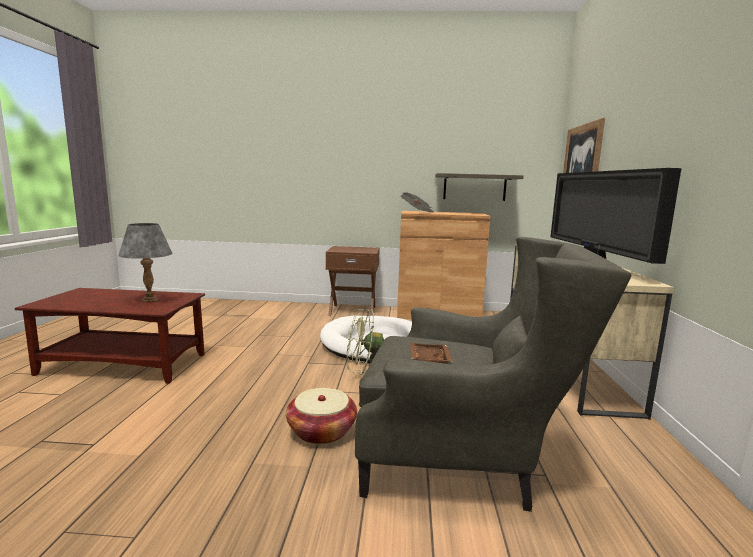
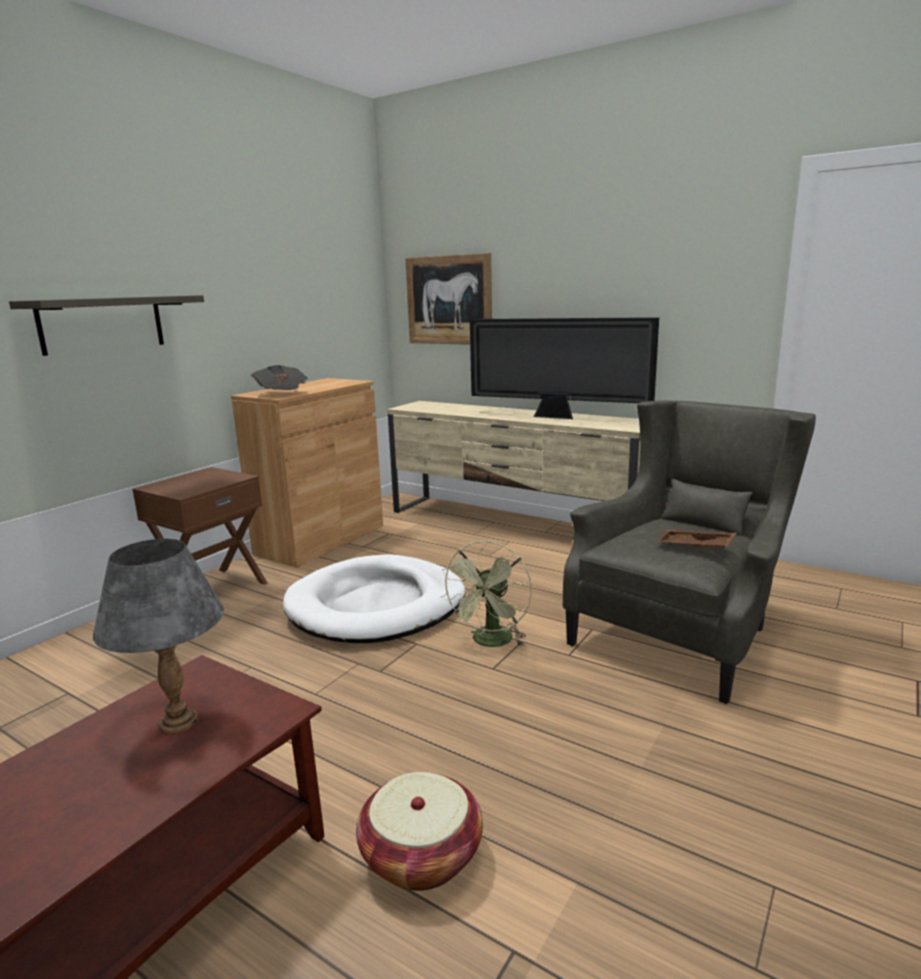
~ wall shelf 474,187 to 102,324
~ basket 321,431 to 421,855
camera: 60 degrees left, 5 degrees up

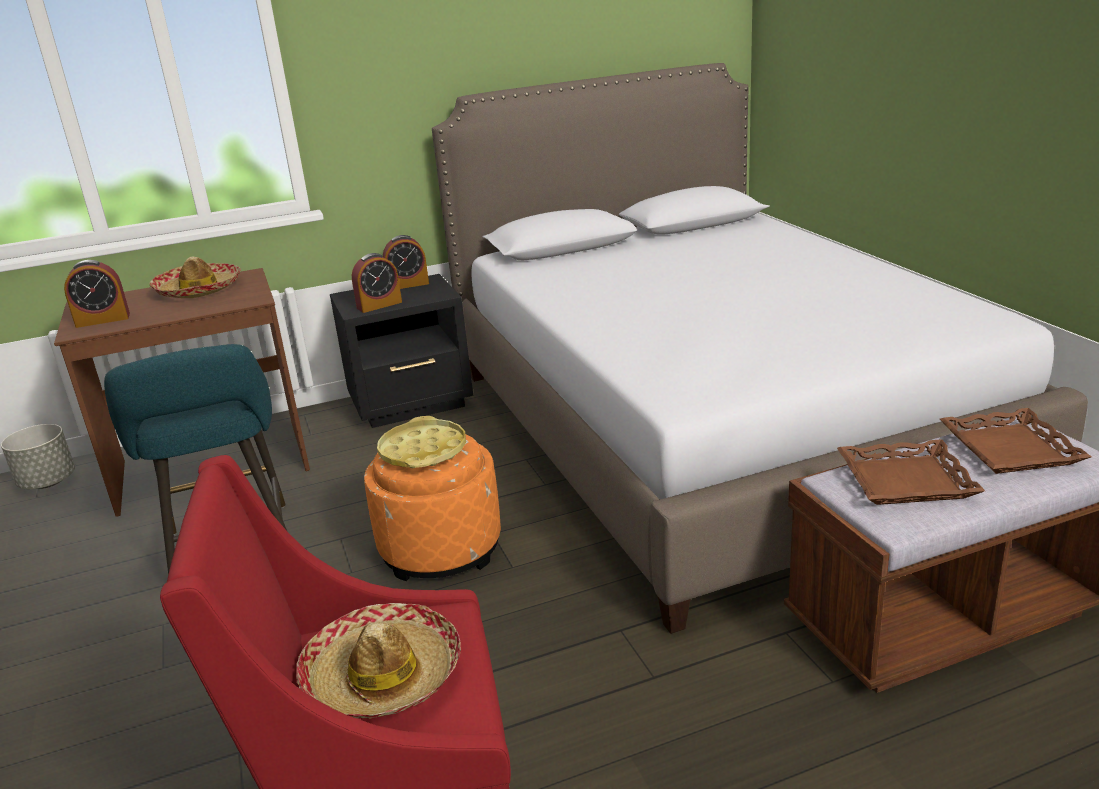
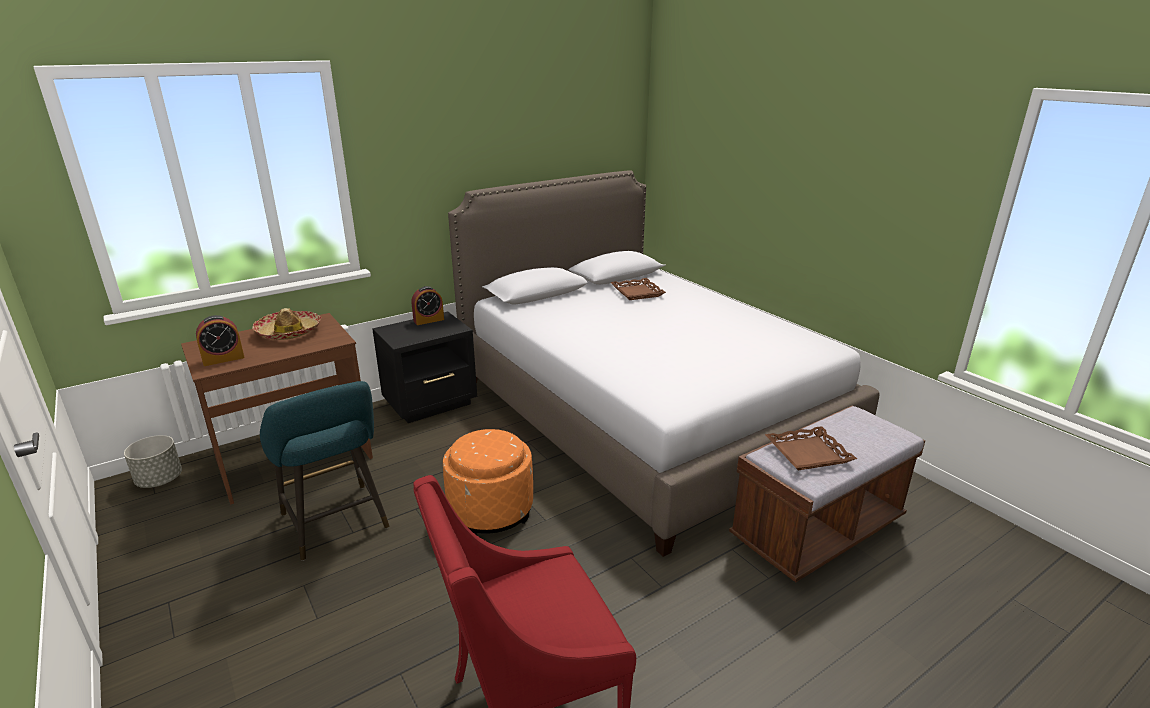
- alarm clock 379,305
~ serving tray/brownish 1008,449 to 637,292
- serving tray/yellow 423,451
- hat 382,676
camera: 15 degrees left, 0 degrees up

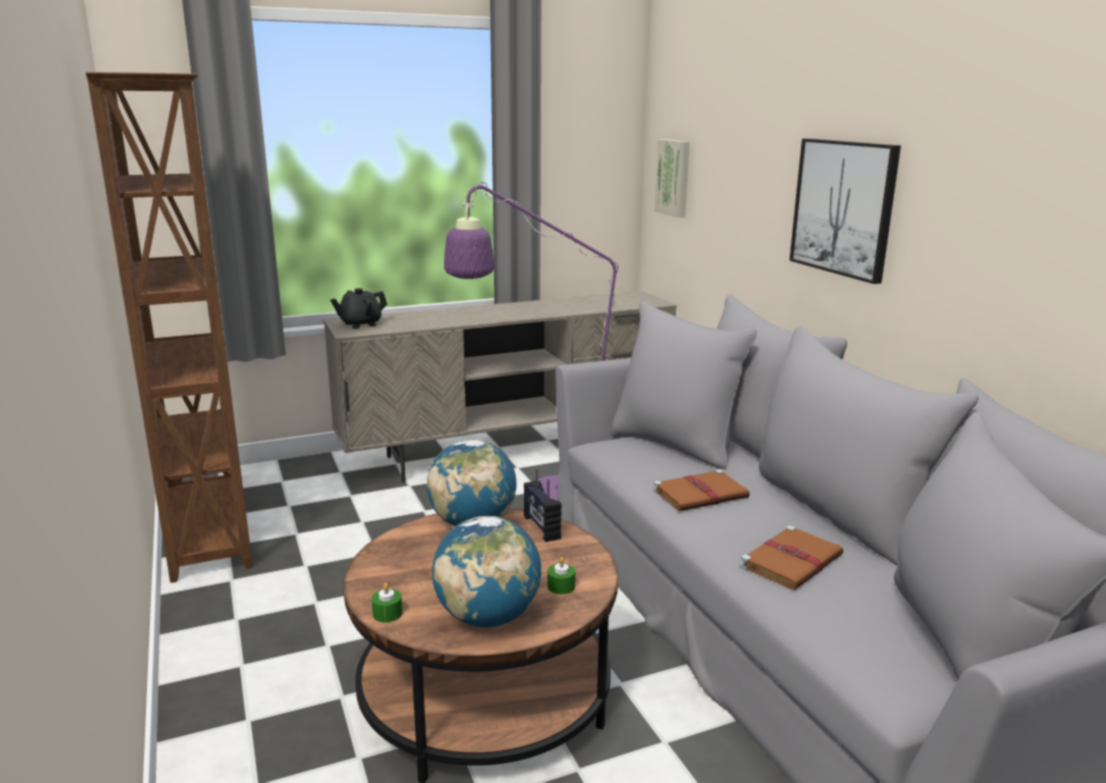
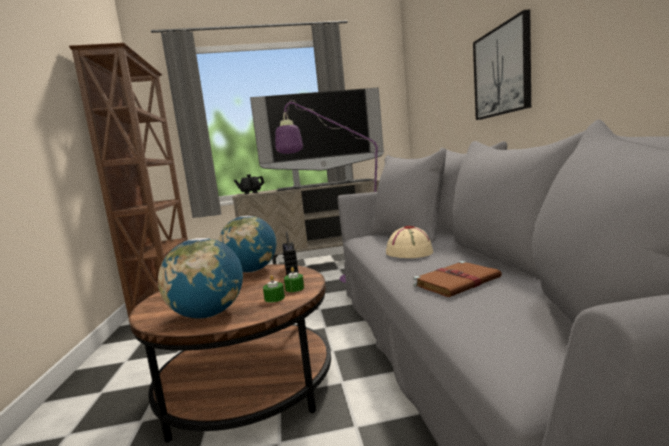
- wall art 674,177
~ book/brownish 701,494 to hat/sand-coloured 409,252
~ wax light/green-coloured 387,613 to 294,288
+ TV set 324,185
camera: 15 degrees right, 10 degrees down

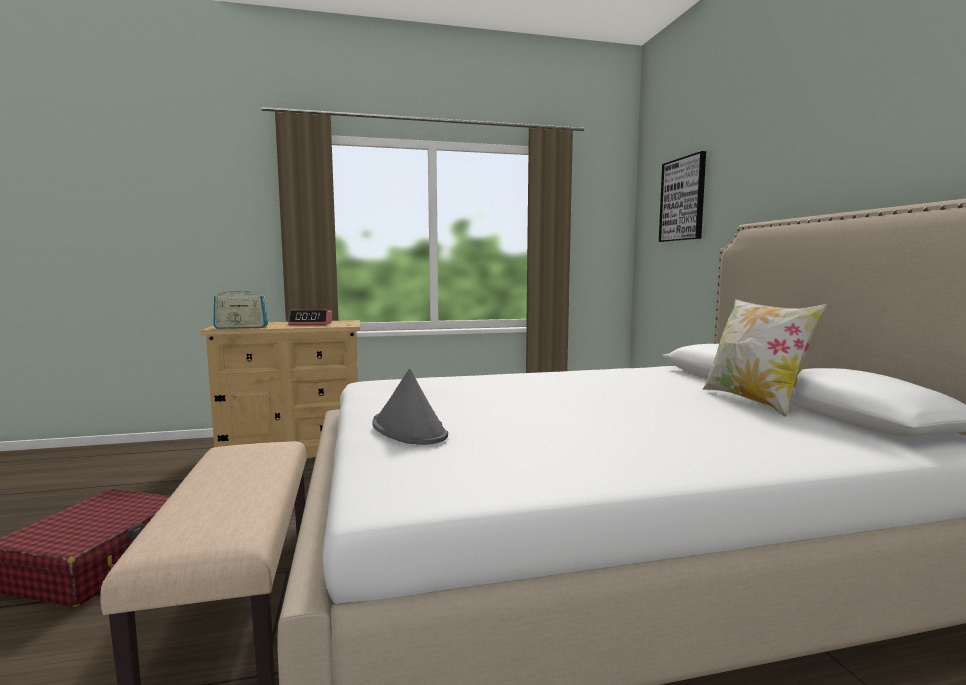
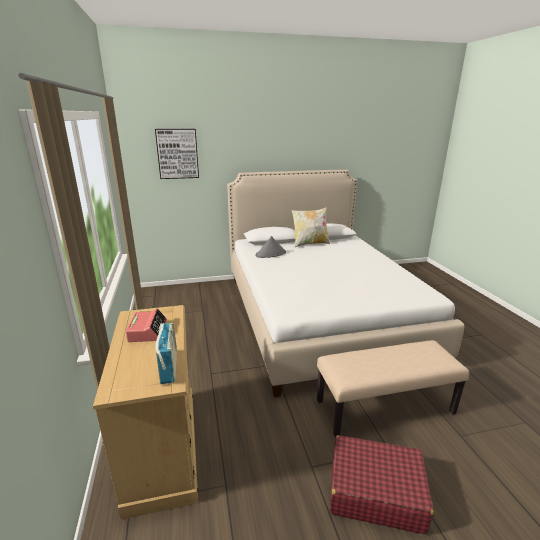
~ hat/grey 409,429 to 271,254
camera: 90 degrees left, 15 degrees up

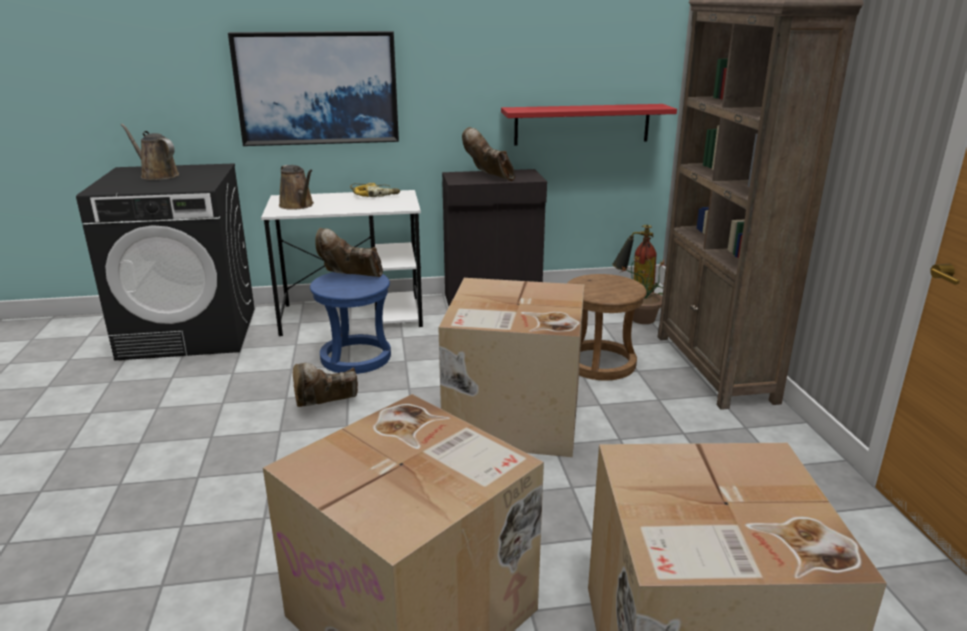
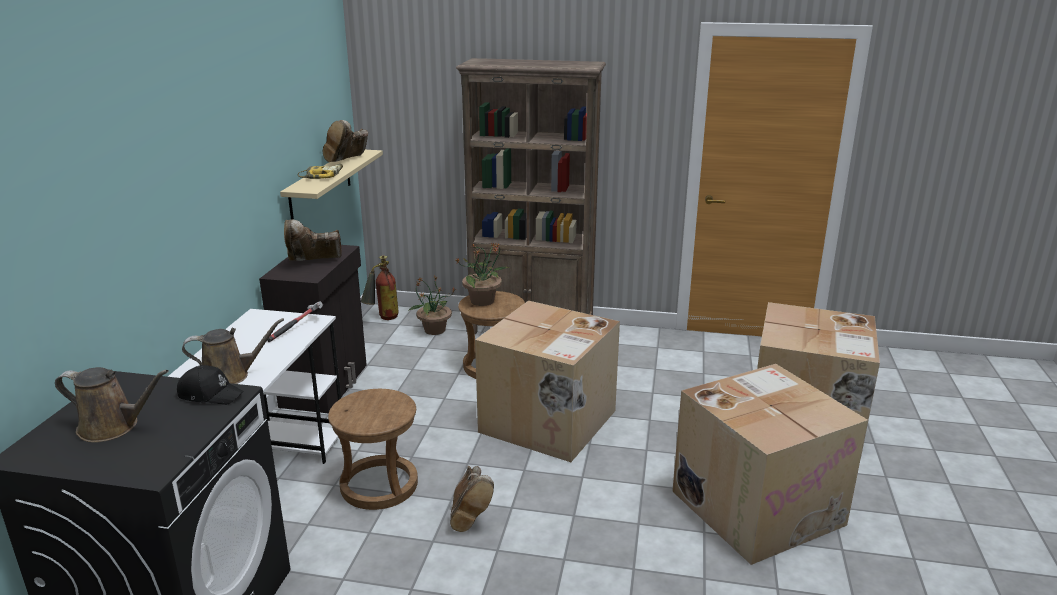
- wall art 317,88
~ wall shelf/red 582,124 to wall shelf/sand-coloured 320,186
~ sprinkling can/brownish 157,175 = 113,427 135 degrees counterclockwise
~ power drill 375,195 to 322,176
~ high-top boot/brownish 350,278 to 347,161
~ sitting stool/blue 356,357 to sitting stool/brownish 379,485
+ plant in a pot 483,301
+ tool hammer 298,328
+ cap/black-coloured 210,394
camera: 70 degrees left, 0 degrees up

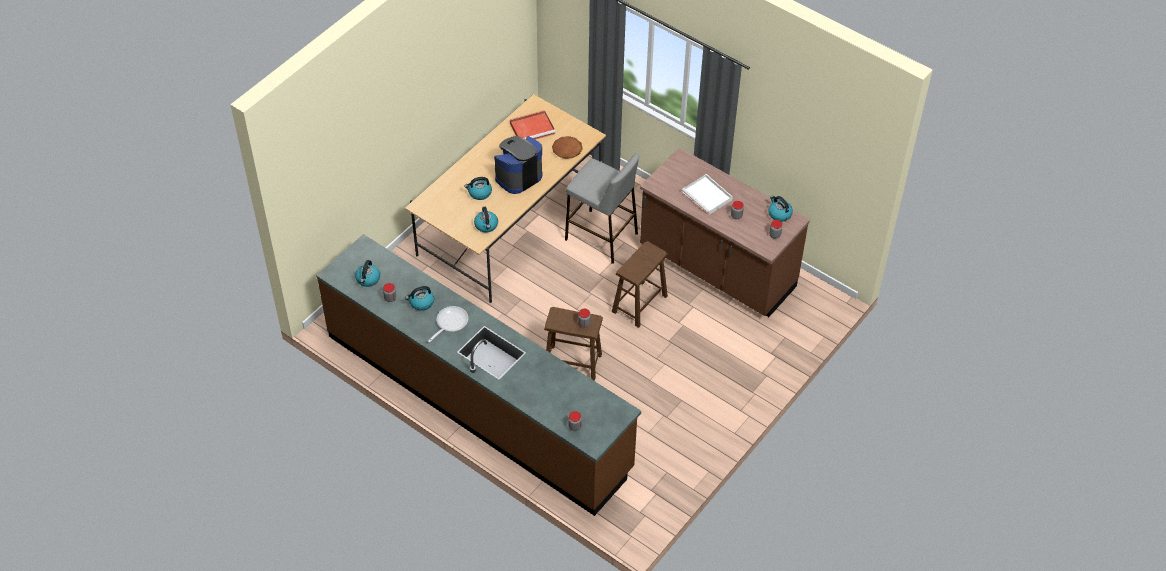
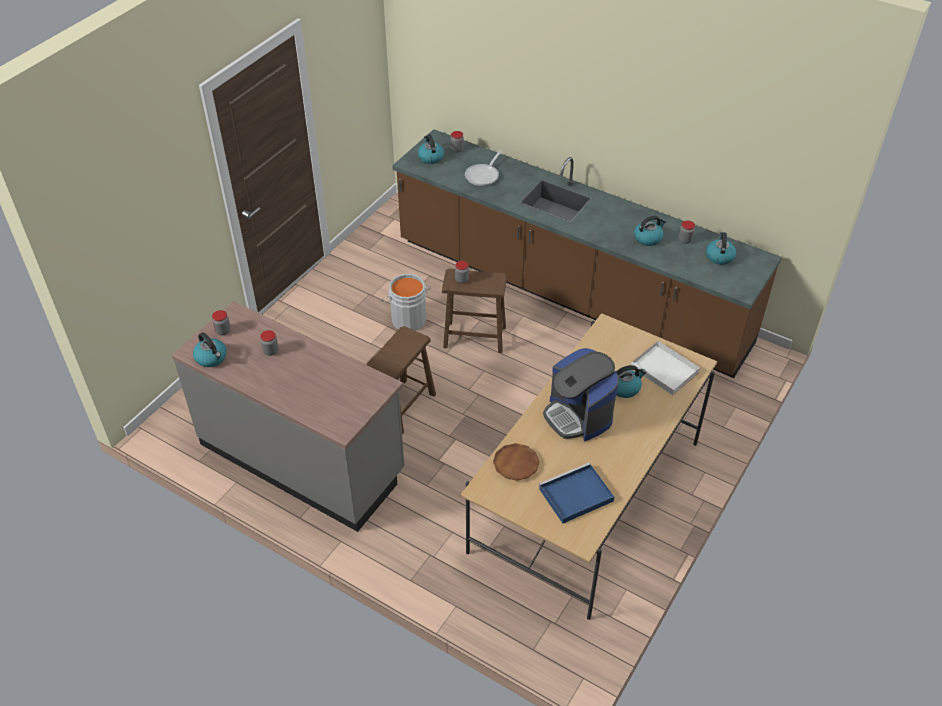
~ serving tray/red 533,128 to serving tray/blue 575,495
~ coffee machine 518,176 = 578,415 105 degrees clockwise
~ counter/brownish 716,269 to counter/grey 302,458
- sitting stool/grey 602,237
~ serving tray/white 708,196 to 663,369
~ water kettle 486,225 to 430,157
~ skillet 450,323 to 483,175
+ pail/grey 408,318
camera: 175 degrees right, 5 degrees down

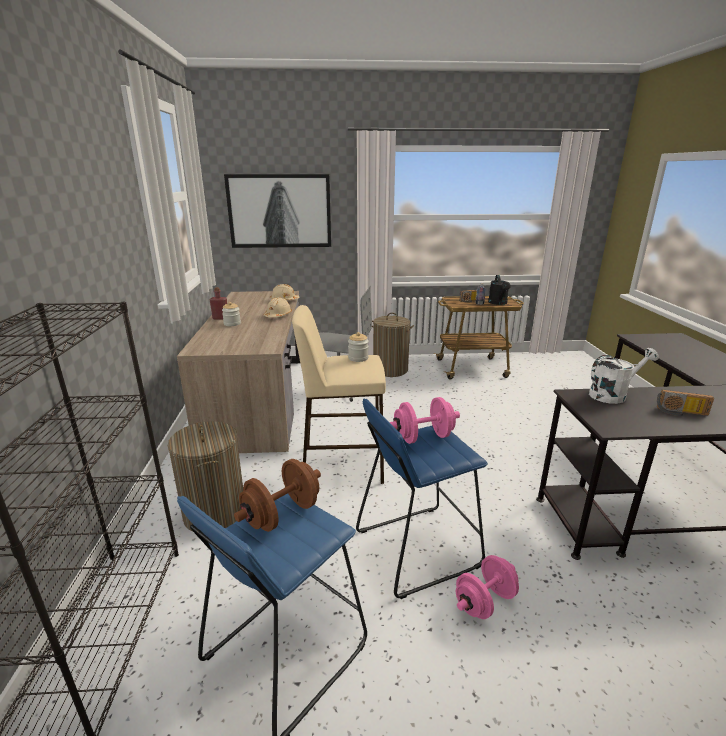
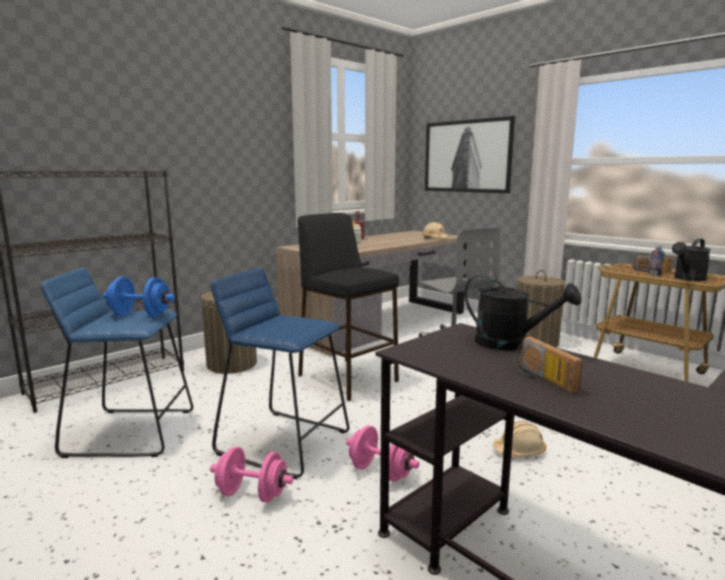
~ work helmet/sand-coloured 278,315 to 519,450
~ sitting stool/sand-coloured 342,464 to sitting stool/black-coloured 347,378
- storage jar 358,358
~ sprinkling can/white 612,394 to sprinkling can/black-coloured 510,343
~ dumbbell/pinkish 423,437 to 381,472
~ dumbbell/brownish 282,514 to dumbbell/blue 140,315
camera: 50 degrees right, 10 degrees down

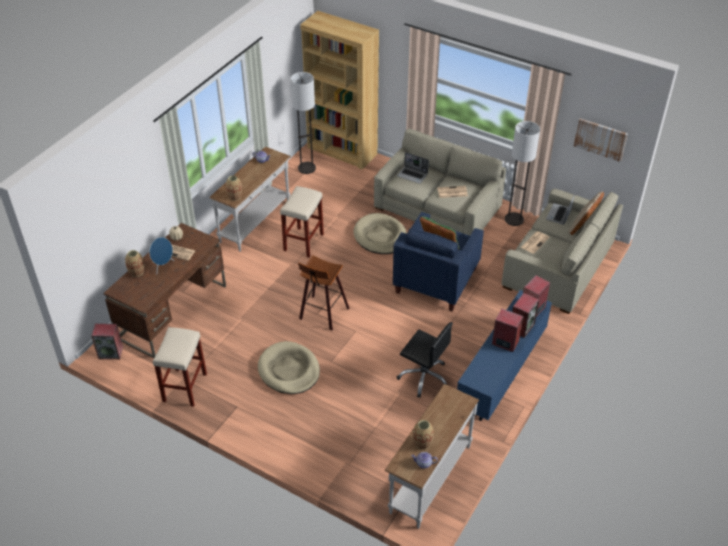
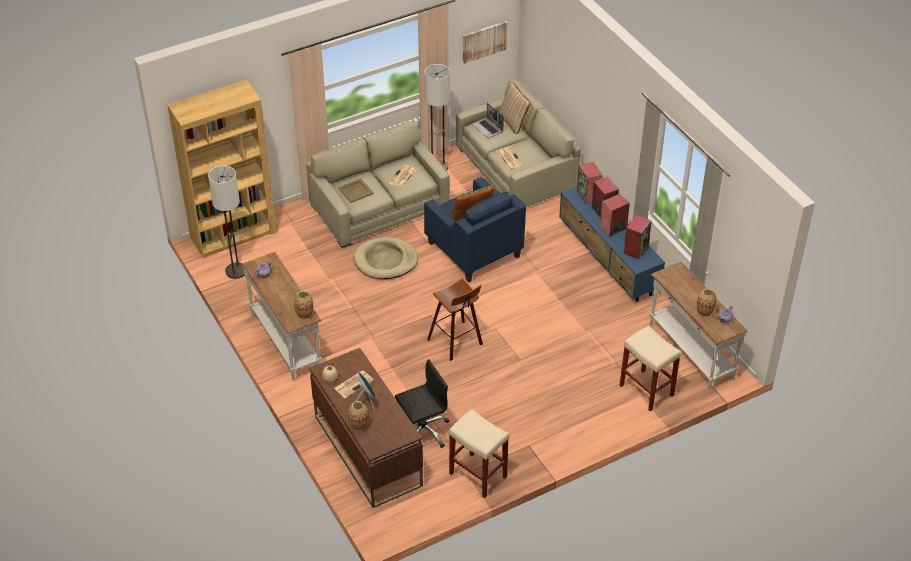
~ portable computer 412,175 to serving tray/sand-coloured 355,190
~ sitting stool/sand-coloured 303,242 to 645,390
~ computer chair/black-coloured 424,377 to 422,431
~ audio speaker 111,352 to 635,249
- dog cushion/sand-coloured 289,370
camera: 60 degrees left, 0 degrees up

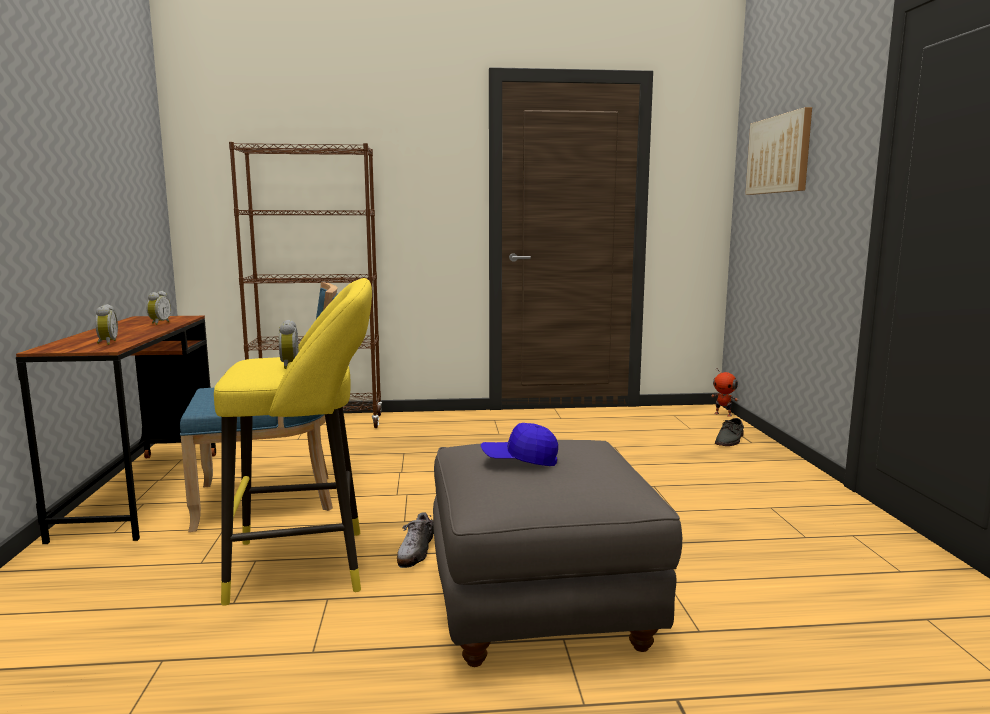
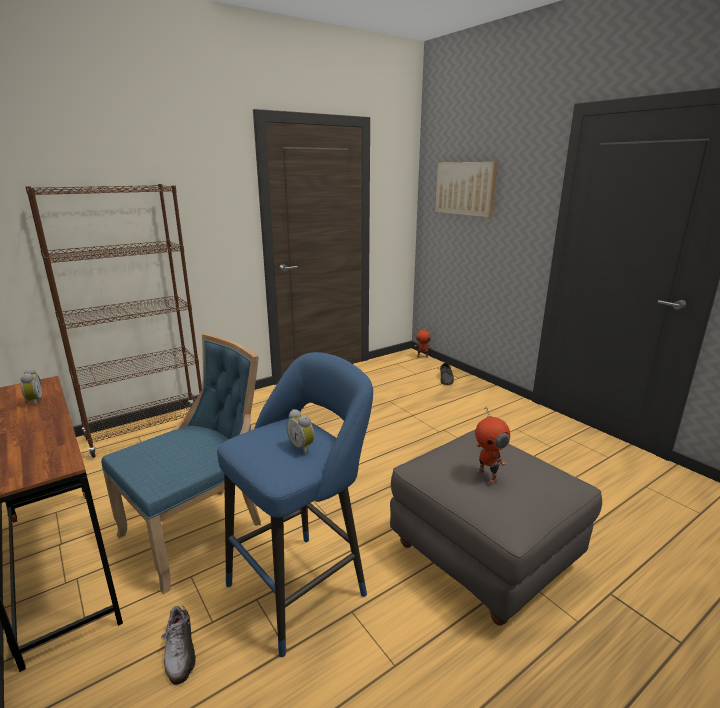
~ sitting stool/yellow 308,564 to sitting stool/blue 303,585
- alarm clock 106,343
~ cap/blue 520,461 to robot figure 488,475
~ shoe 416,552 to 180,651
camera: 30 degrees left, 10 degrees up

